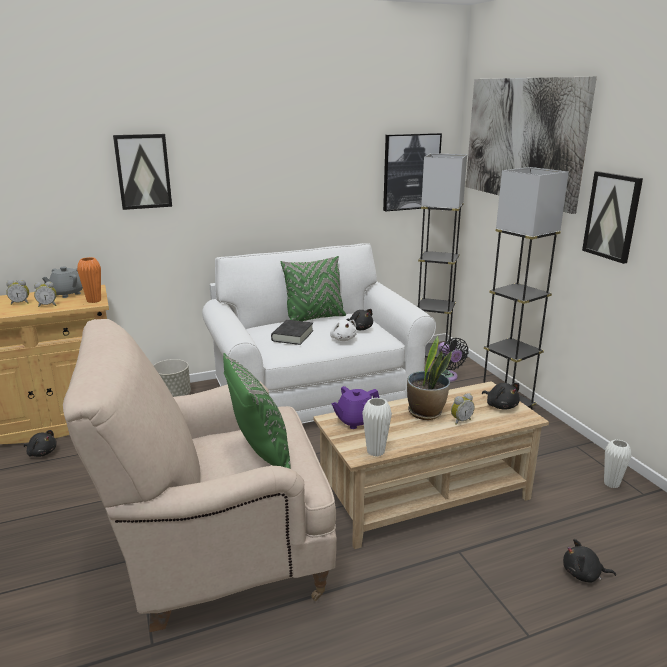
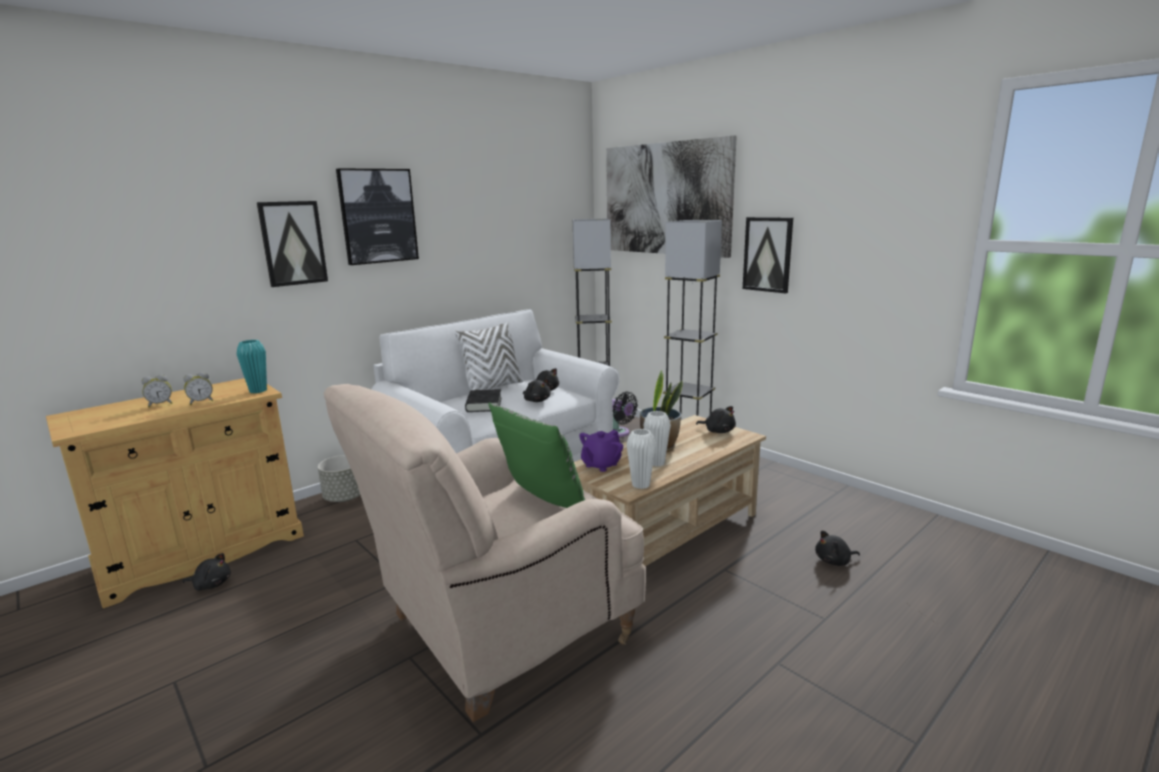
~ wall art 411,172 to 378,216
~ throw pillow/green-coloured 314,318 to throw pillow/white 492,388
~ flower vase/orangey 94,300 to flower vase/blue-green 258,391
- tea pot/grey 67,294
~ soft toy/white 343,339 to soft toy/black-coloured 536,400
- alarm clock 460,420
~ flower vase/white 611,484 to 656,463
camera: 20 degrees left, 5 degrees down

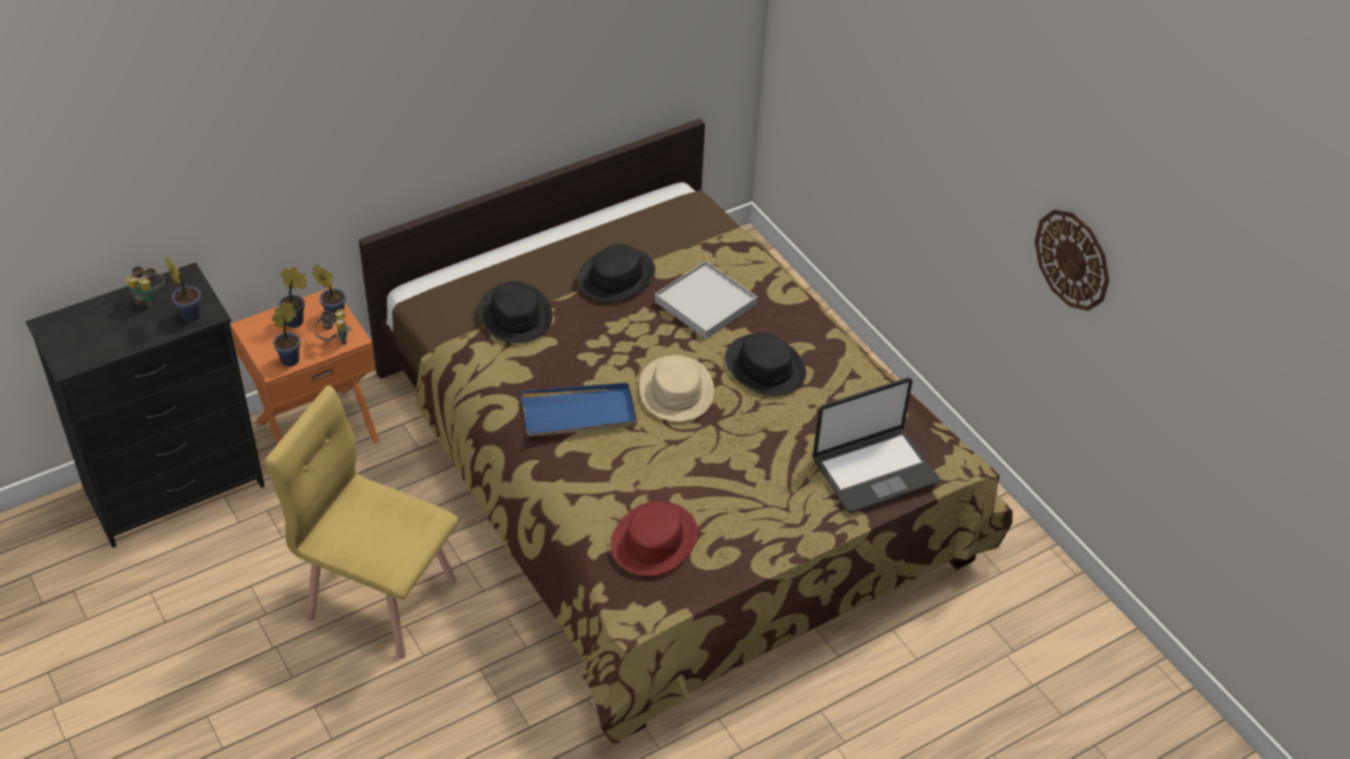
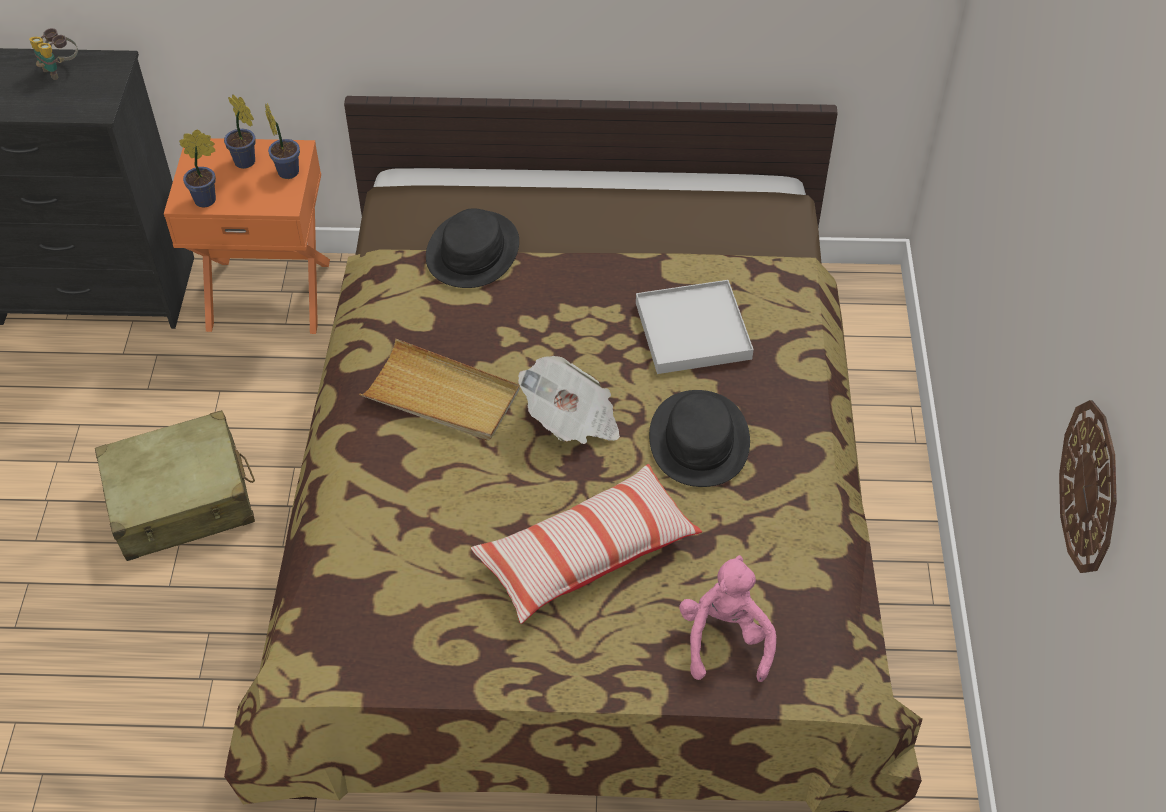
- hat/black-coloured 616,276
- plant in a pot 189,314
- pair of binoculars 334,340
~ hat/sand-coloured 676,390 to newspaper 572,420
~ portable computer 874,470 to soft toy/pinkish 725,638
~ serving tray/blue 579,413 to serving tray/sand-coloured 442,395
~ plain chair/yellow 381,597 to piece of luggage/sand-coloured 182,501
- hat/red 653,540
+ throw pillow 587,554
camera: 35 degrees right, 5 degrees up

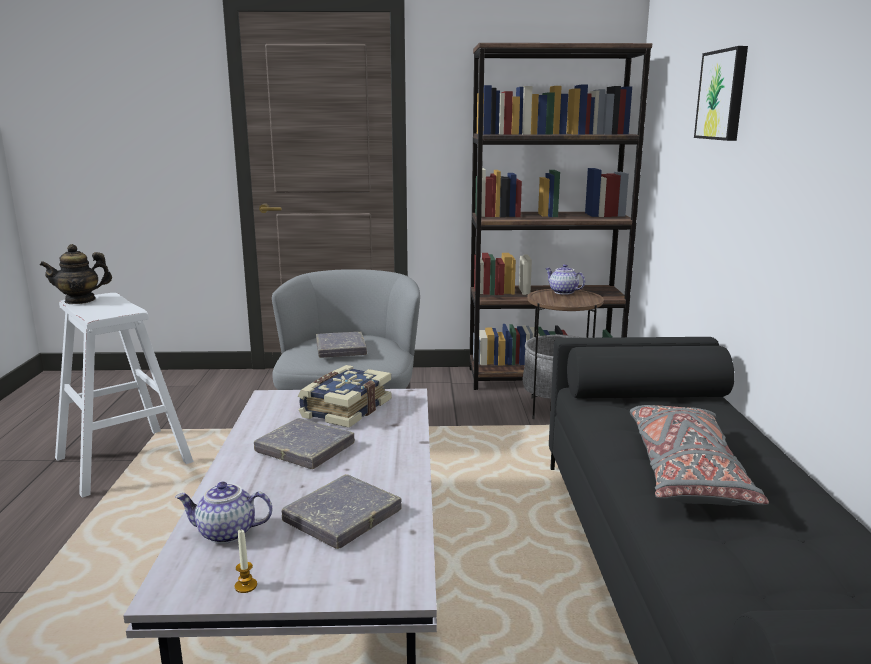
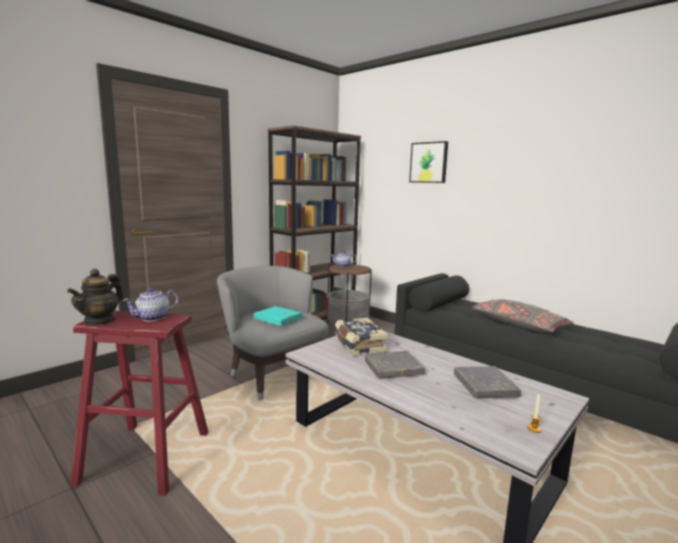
~ sitting stool/white 124,461 to sitting stool/red 146,457
~ book/grey 340,349 to book/blue-green 278,318
~ tea pot 226,534 to 153,318
camera: 45 degrees left, 5 degrees down

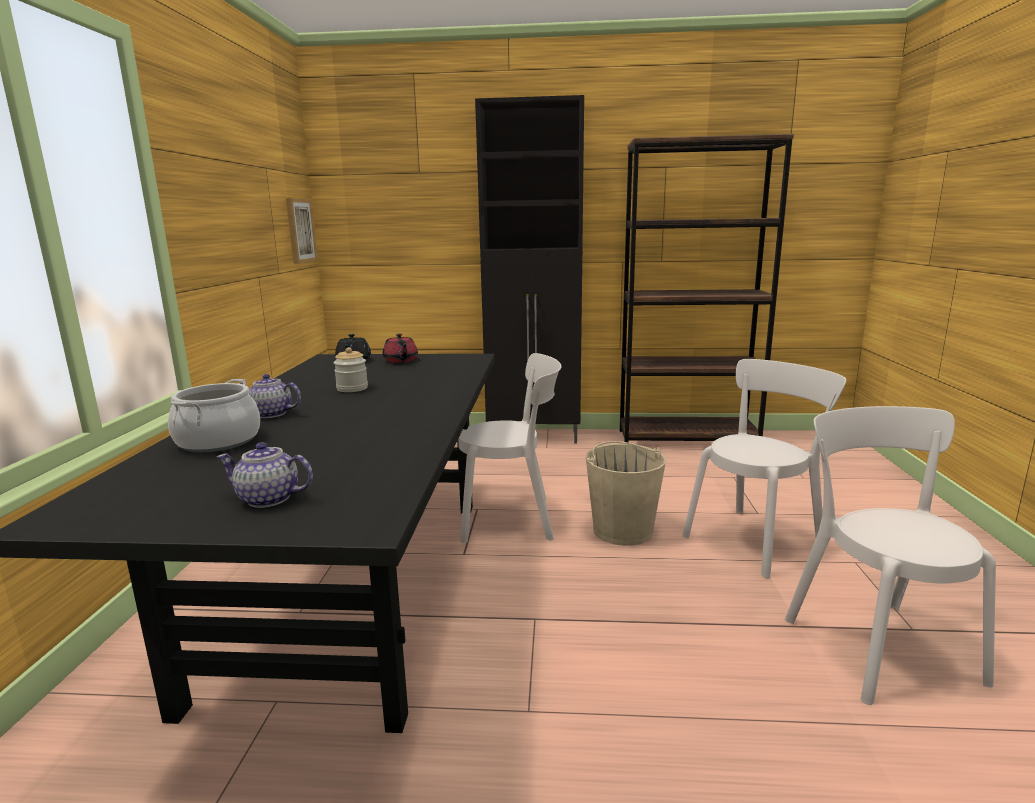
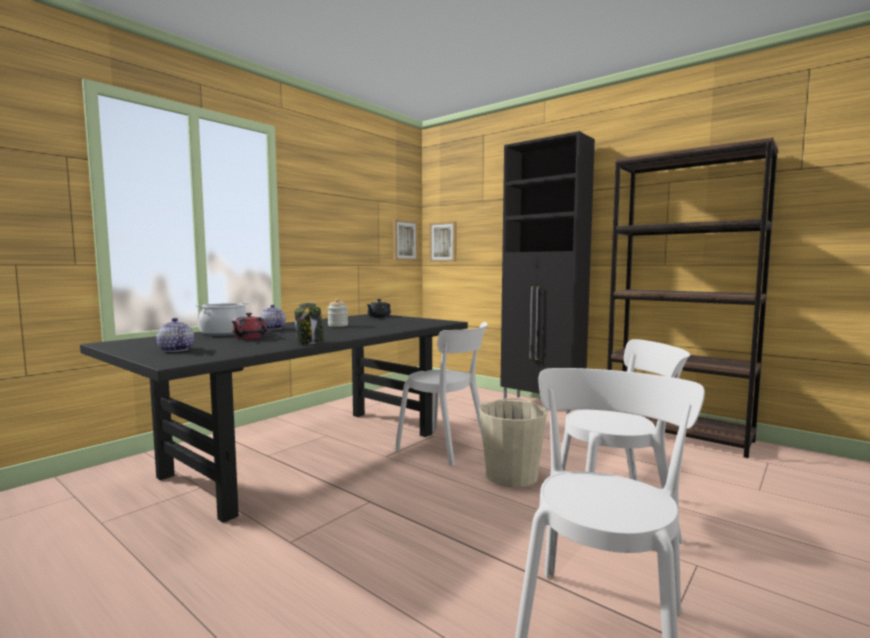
~ tea pot/red 400,360 to 249,338
+ wall art 443,242
+ storage jar 310,342
camera: 35 degrees right, 10 degrees down

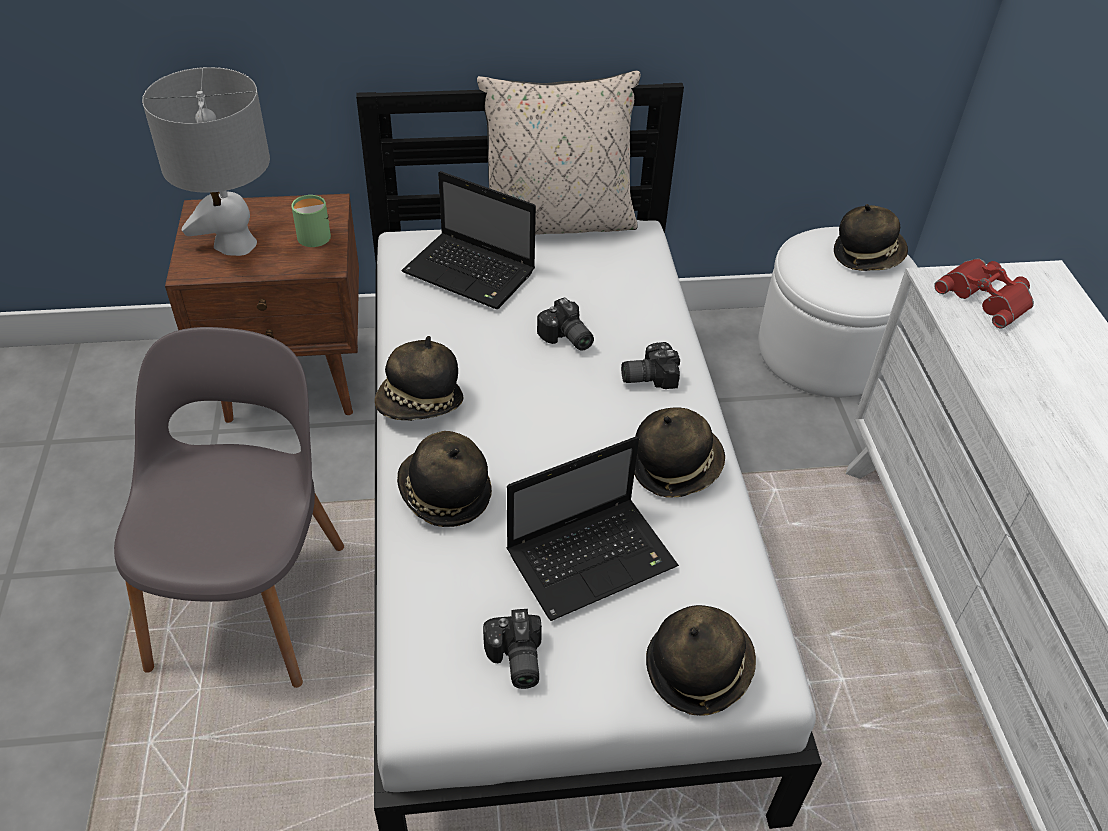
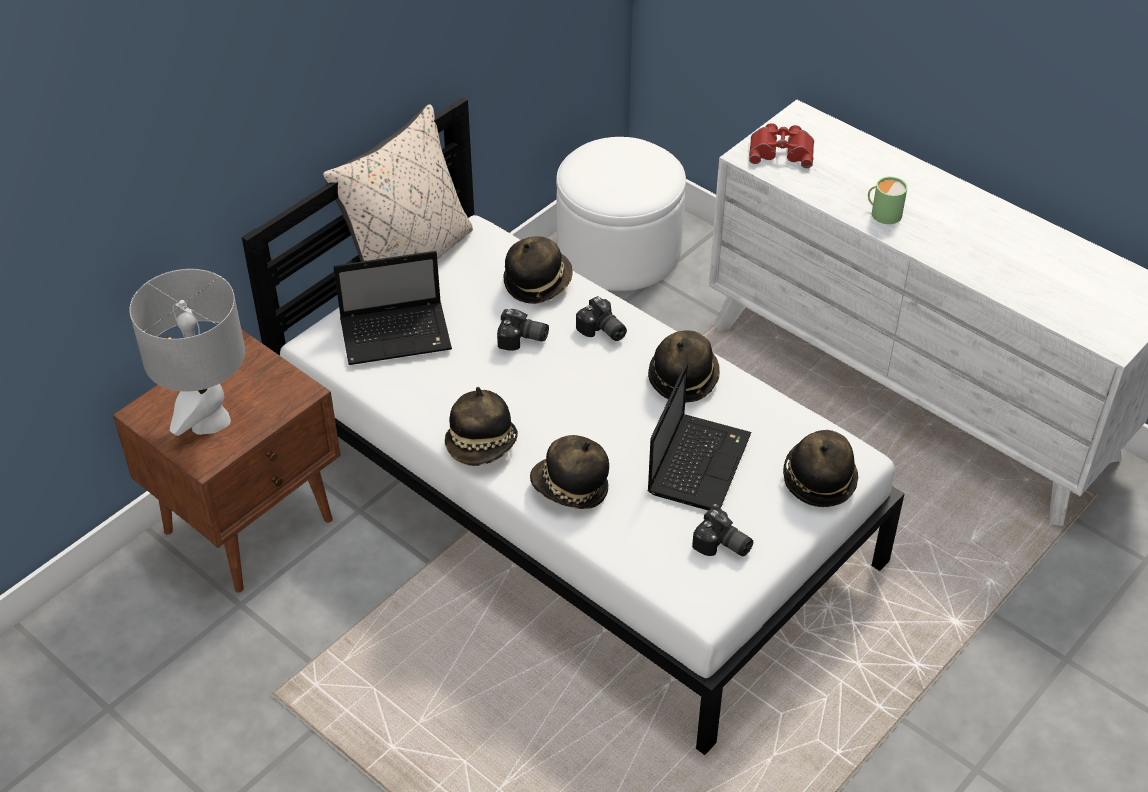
~ coffee mug/green-coloured 313,234 to 883,213
~ hat 867,255 to 537,282
- plain chair/grey 251,599
~ still camera 647,375 = 602,331 75 degrees counterclockwise
camera: 40 degrees left, 0 degrees up

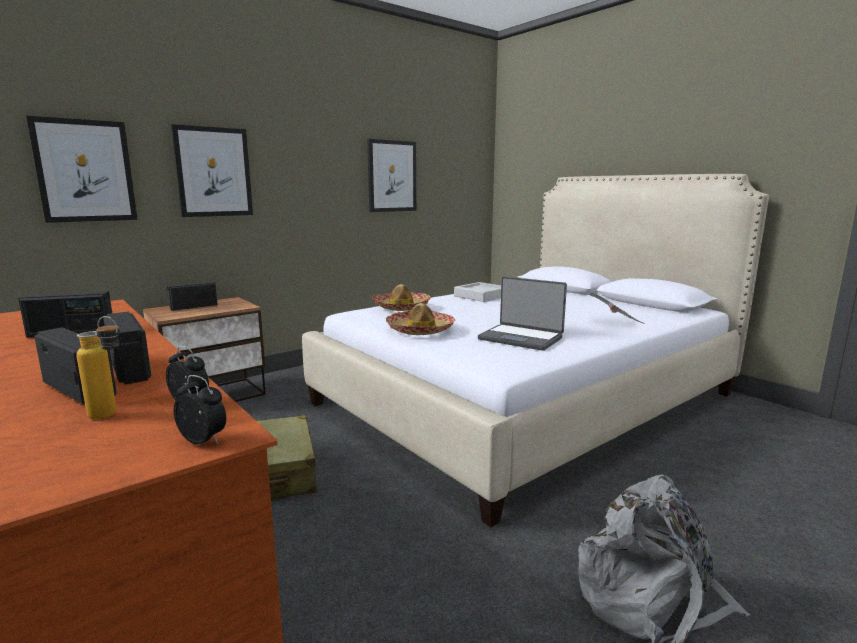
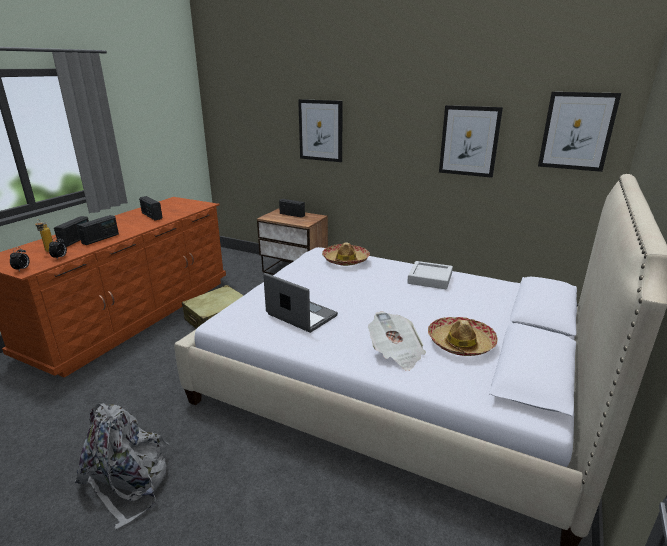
~ wall art 85,171 to 577,131
~ portable computer 521,338 = 300,316 120 degrees clockwise
~ hat 420,330 to 460,343
camera: 65 degrees right, 10 degrees up

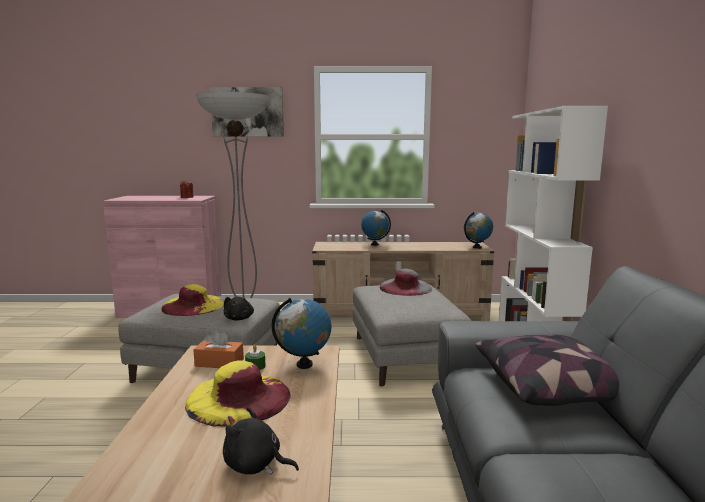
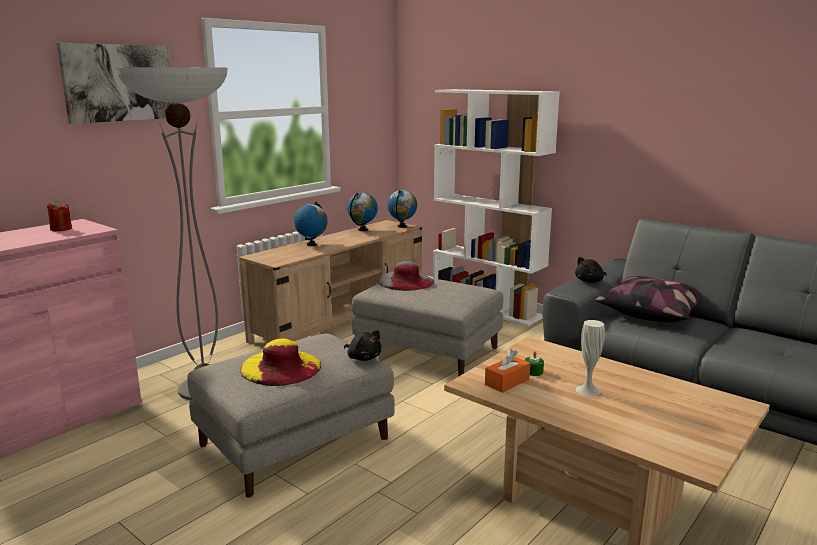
~ world globe 304,365 to 363,230
~ hat/yellow 238,398 to flower vase/white 588,390
~ soft toy/black-coloured 255,465 to 590,281
camera: 50 degrees left, 5 degrees up

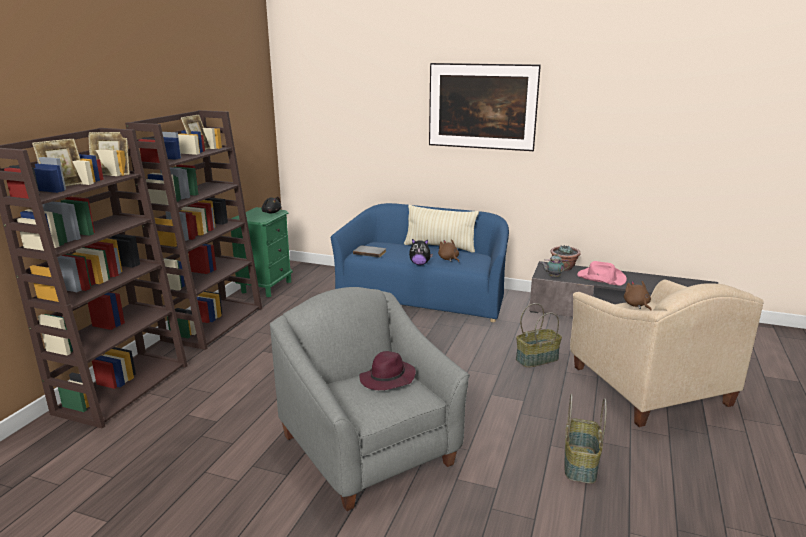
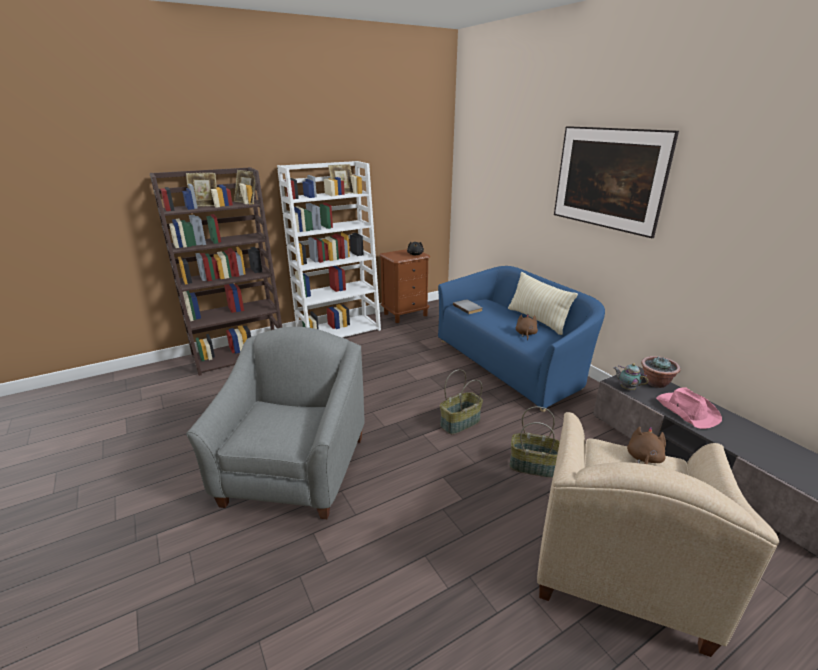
~ bookshelf/brownish 214,323 to bookshelf/white 339,330
~ nightstand/green-coloured 266,287 to nightstand/brownish 405,314
- soft toy 420,264
- hat/purple-coloured 387,379
~ basket 581,464 to 460,423
camera: 40 degrees right, 5 degrees up

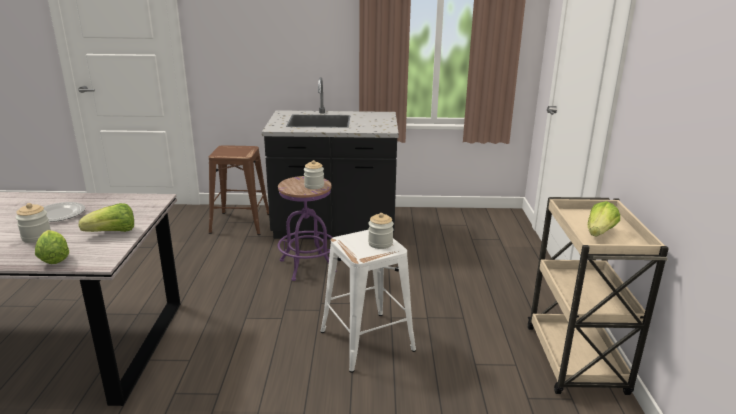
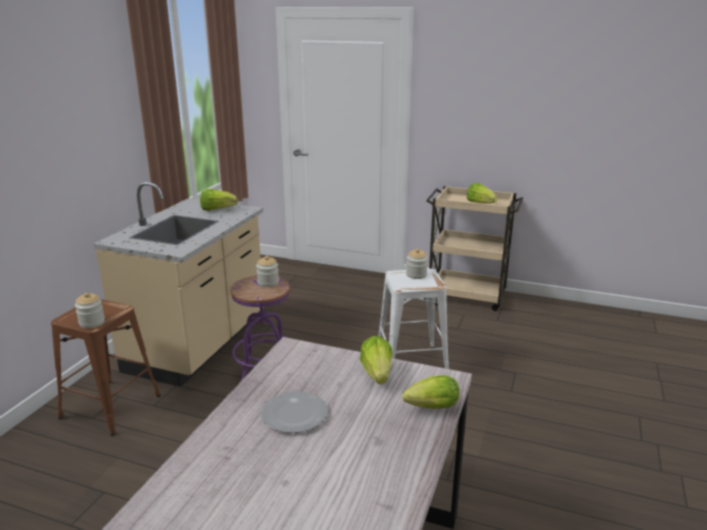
~ counter/black-coloured 334,229 to counter/sand-coloured 199,345
~ storage jar 37,237 to 92,323
+ lettuce head 217,209
camera: 70 degrees left, 0 degrees up

